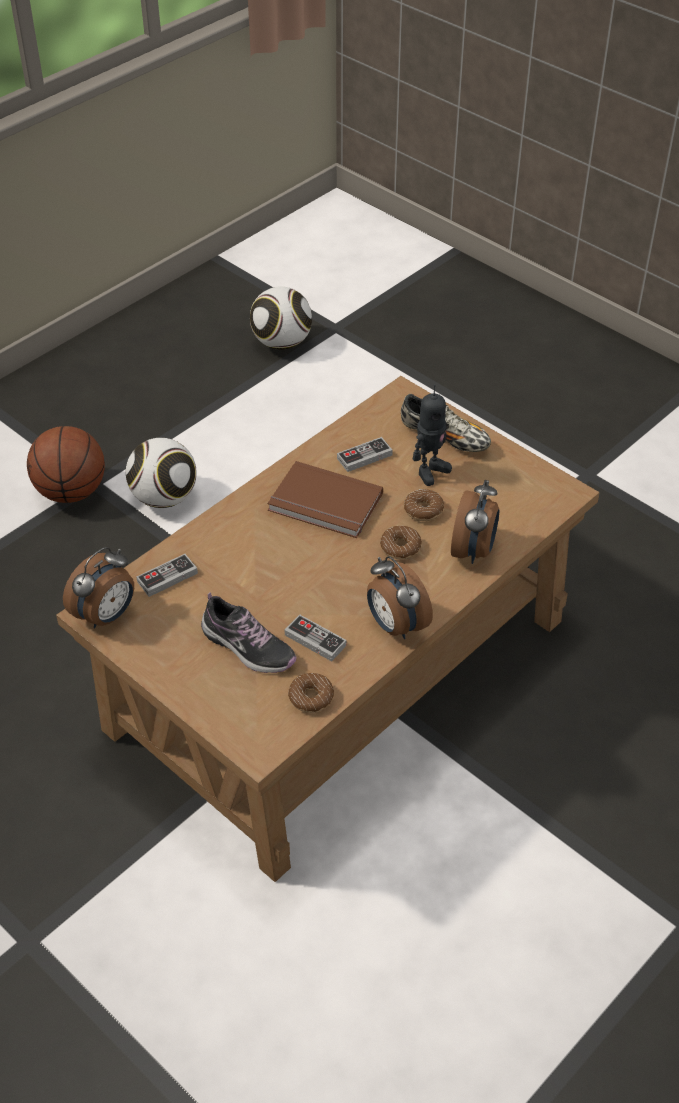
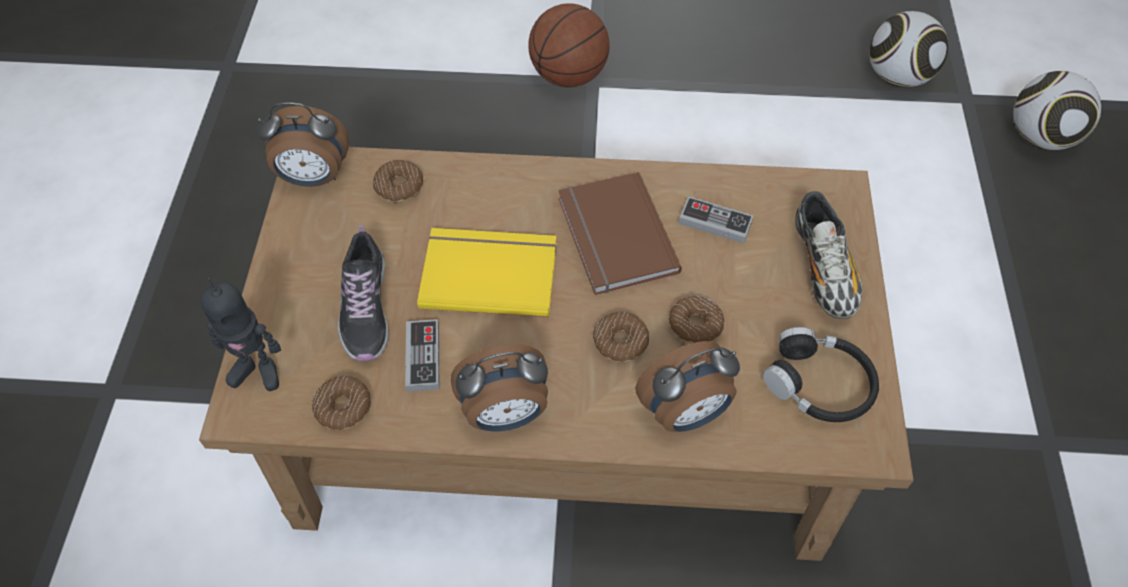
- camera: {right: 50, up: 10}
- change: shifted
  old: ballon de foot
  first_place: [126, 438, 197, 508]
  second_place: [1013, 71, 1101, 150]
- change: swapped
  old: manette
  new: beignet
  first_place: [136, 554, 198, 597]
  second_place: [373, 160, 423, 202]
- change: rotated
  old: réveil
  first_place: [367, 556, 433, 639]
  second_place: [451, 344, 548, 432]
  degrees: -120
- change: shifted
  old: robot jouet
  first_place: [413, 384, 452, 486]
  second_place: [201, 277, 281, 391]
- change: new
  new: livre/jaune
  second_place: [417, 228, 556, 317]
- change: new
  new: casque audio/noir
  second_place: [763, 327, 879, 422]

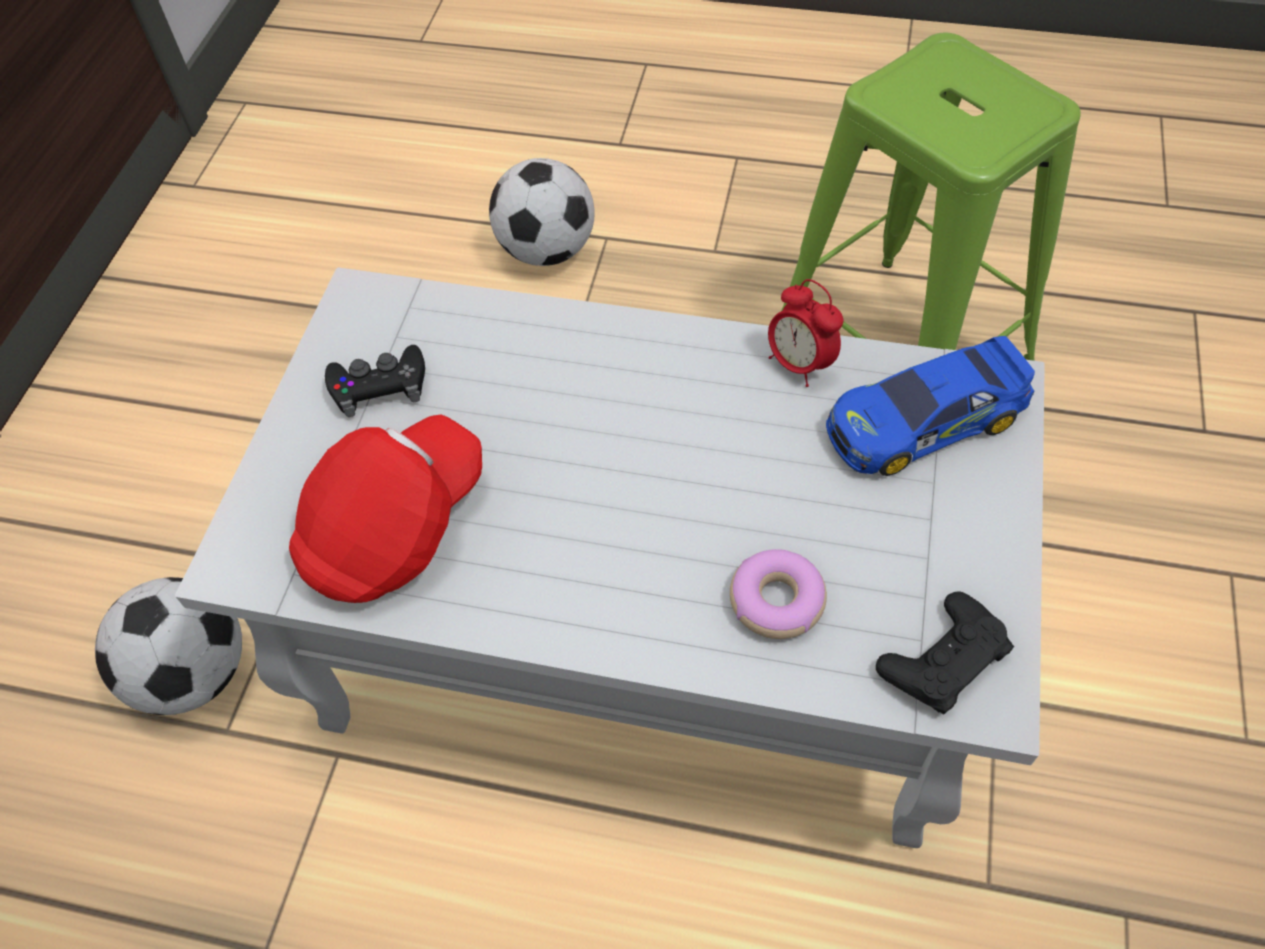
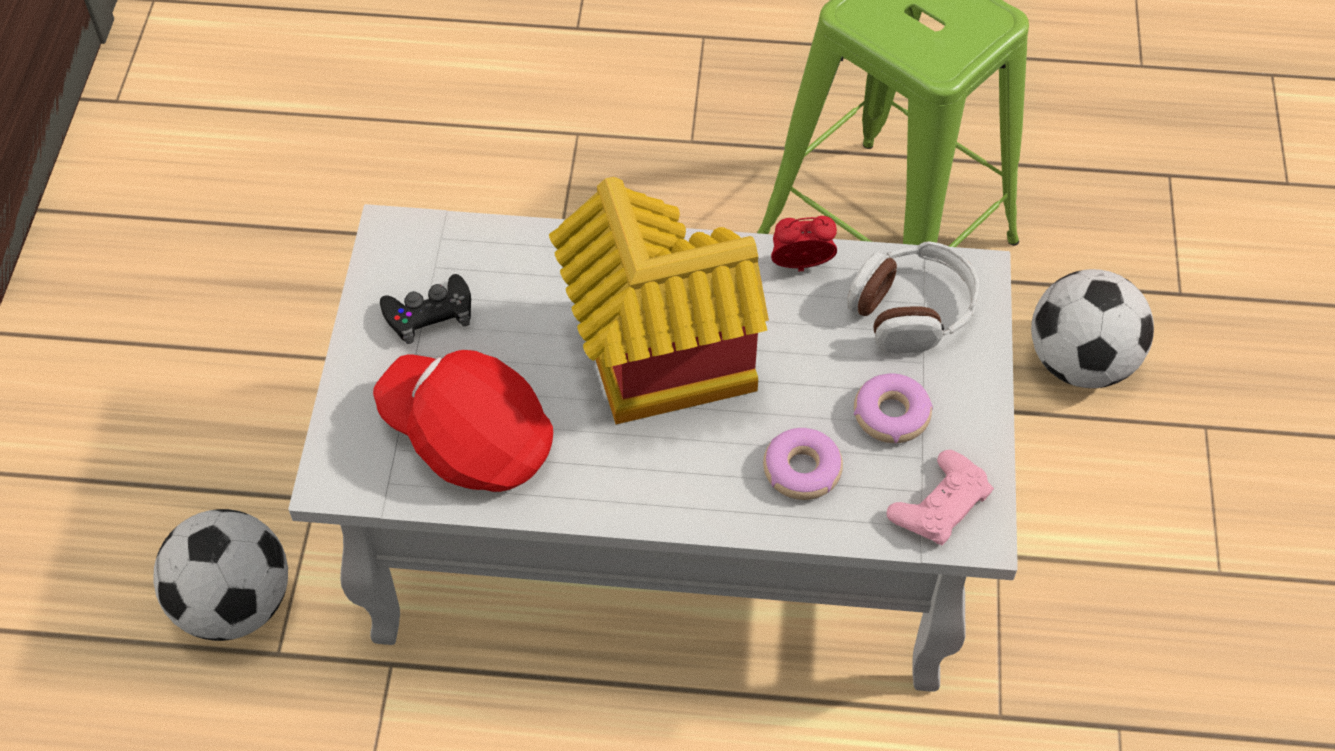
- camera: {right: -10, up: 0}
- change: rotated
  old: casquette/rouge
  first_place: [289, 414, 482, 603]
  second_place: [373, 350, 553, 492]
  degrees: -90
- change: shifted
  old: ballon de foot
  first_place: [489, 158, 595, 266]
  second_place: [1031, 269, 1154, 388]
- change: rotated
  old: réveil
  first_place: [768, 279, 843, 387]
  second_place: [771, 216, 837, 271]
  degrees: 135
- change: swapped
  old: petite voiture
  new: casque audio
  first_place: [826, 336, 1035, 476]
  second_place: [847, 241, 980, 354]
- change: repainted
  old: manette/noir
  new: manette/rose
  first_place: [876, 591, 1014, 715]
  second_place: [887, 450, 994, 545]
- change: new
  new: maison miniature
  second_place: [549, 177, 769, 425]
- change: new
  new: beignet
  second_place: [854, 373, 933, 443]

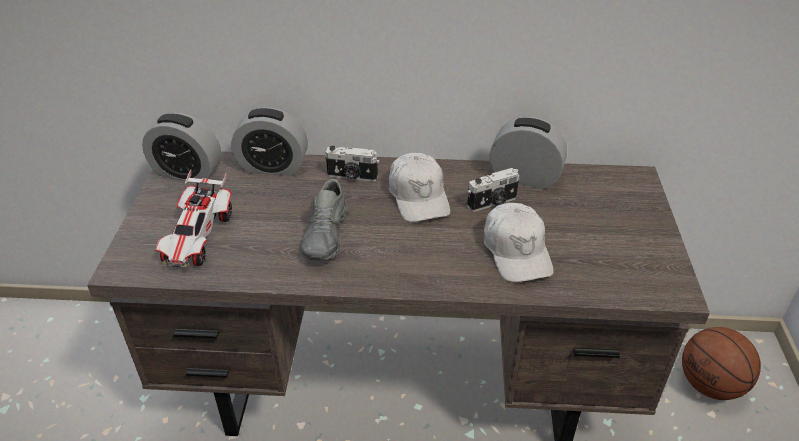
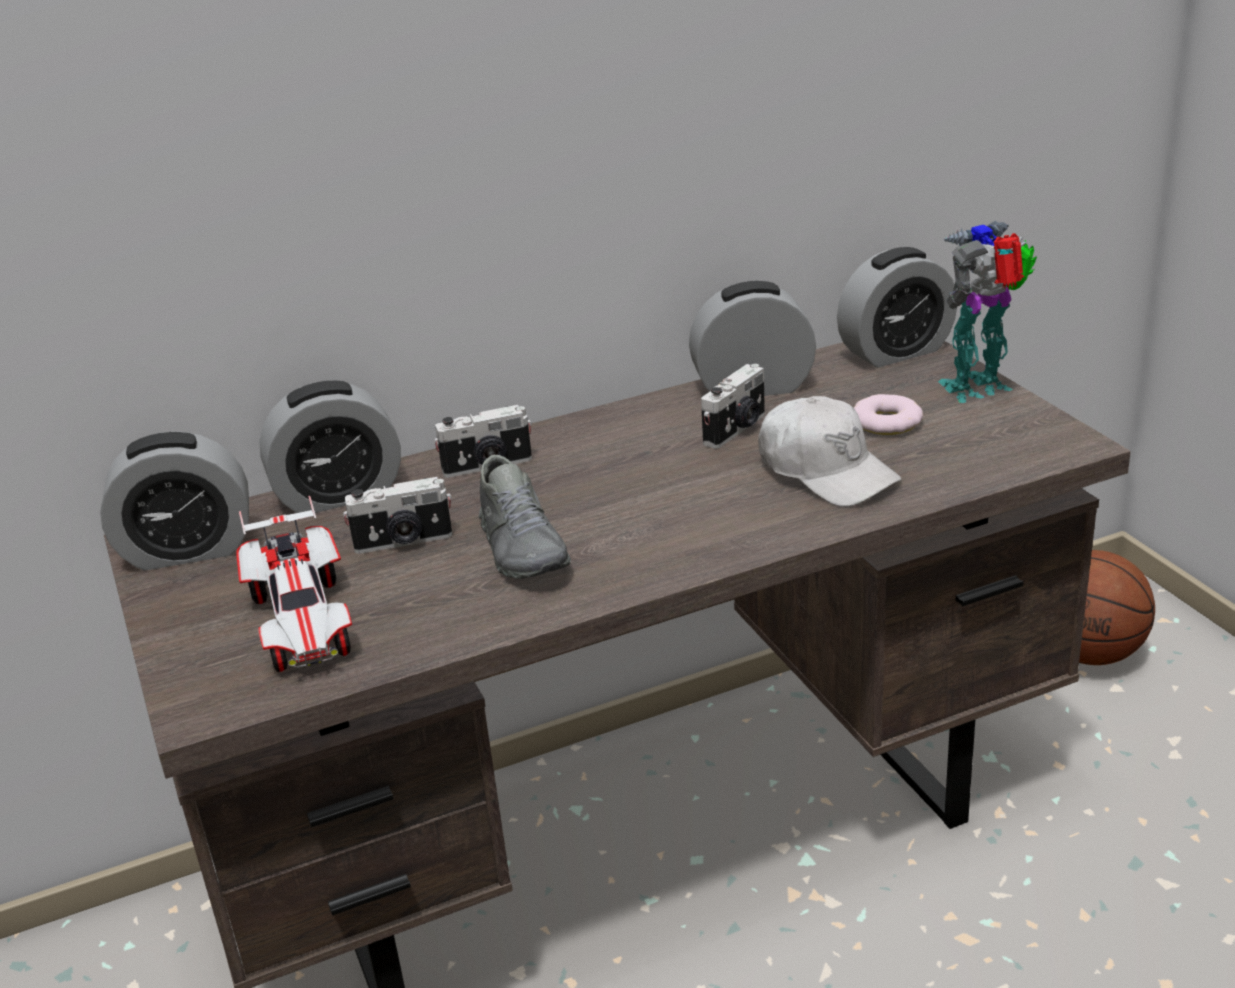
- camera: {right: -25, up: -10}
- change: gone
  old: casquette/blanc
  first_place: [389, 153, 450, 222]
- change: new
  new: appareil photo
  second_place: [343, 477, 452, 554]
- change: new
  new: réveil
  second_place: [837, 247, 957, 368]
- change: new
  new: beignet
  second_place: [854, 394, 923, 435]
- change: new
  new: robot jouet
  second_place: [938, 221, 1037, 403]

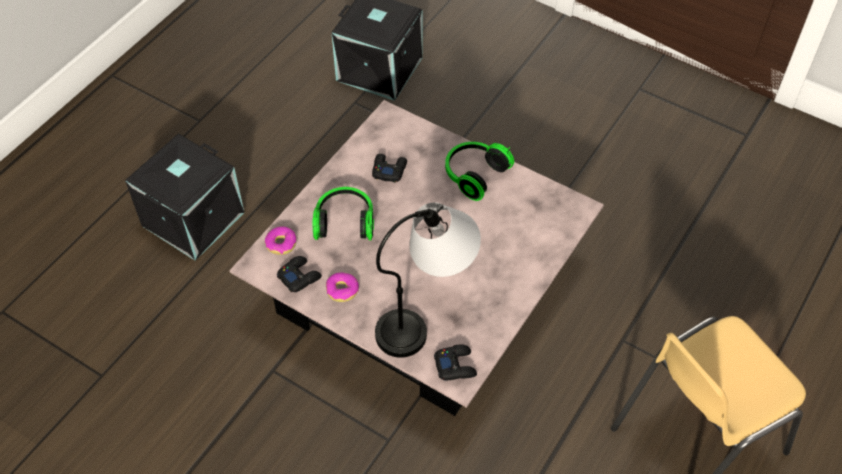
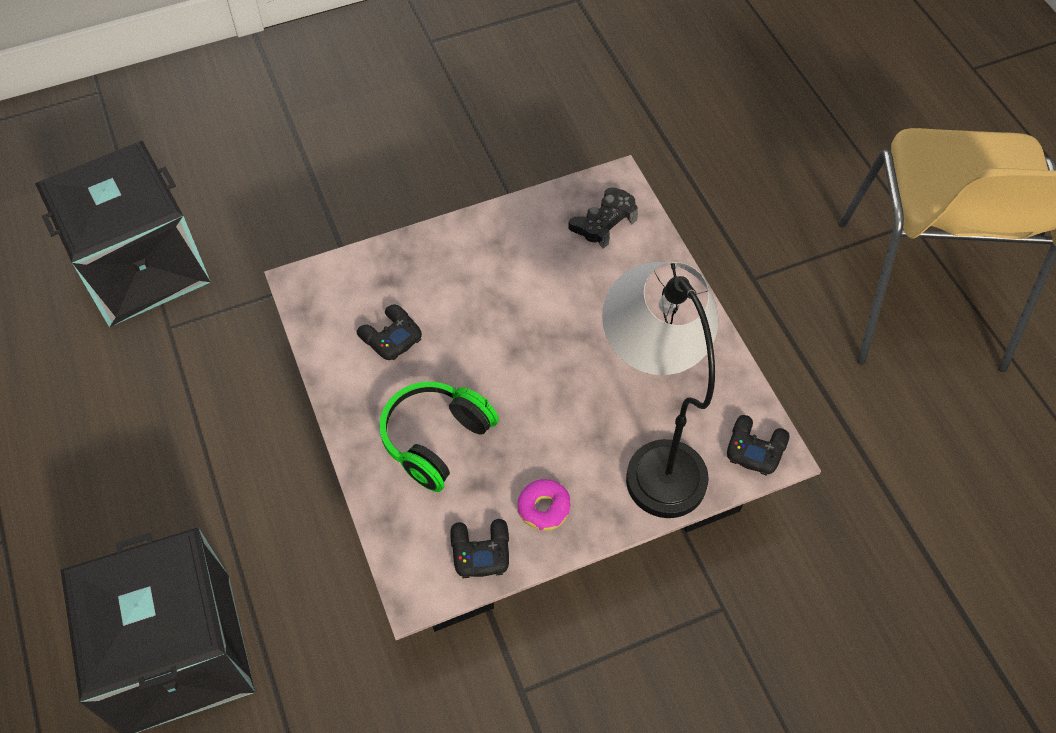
- camera: {right: -55, up: 5}
- change: gone
  old: beignet
  first_place: [265, 226, 296, 255]
- change: gone
  old: casque audio
  first_place: [445, 142, 514, 201]
- change: new
  new: manette/noir
  second_place: [568, 187, 638, 249]

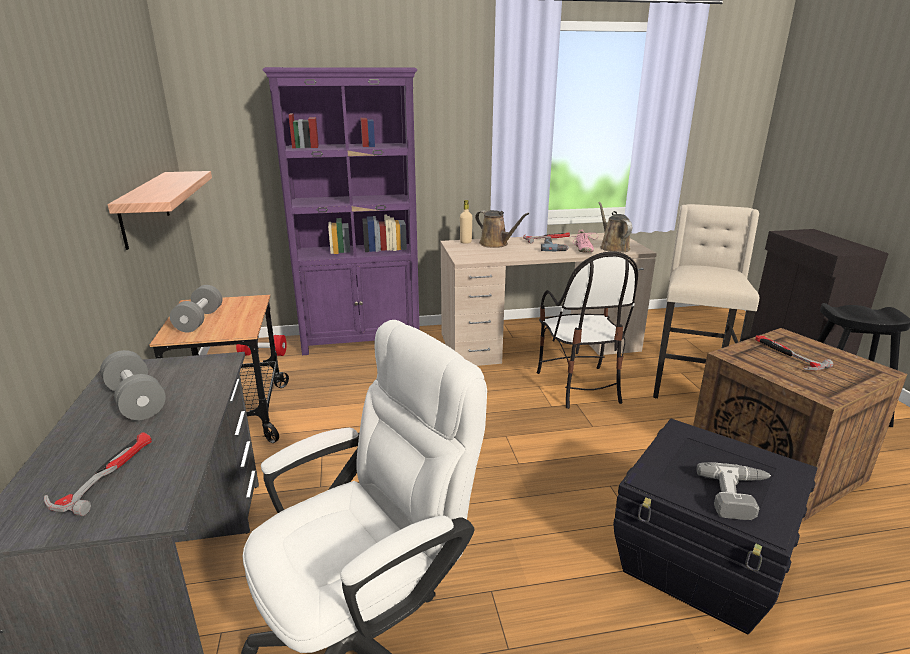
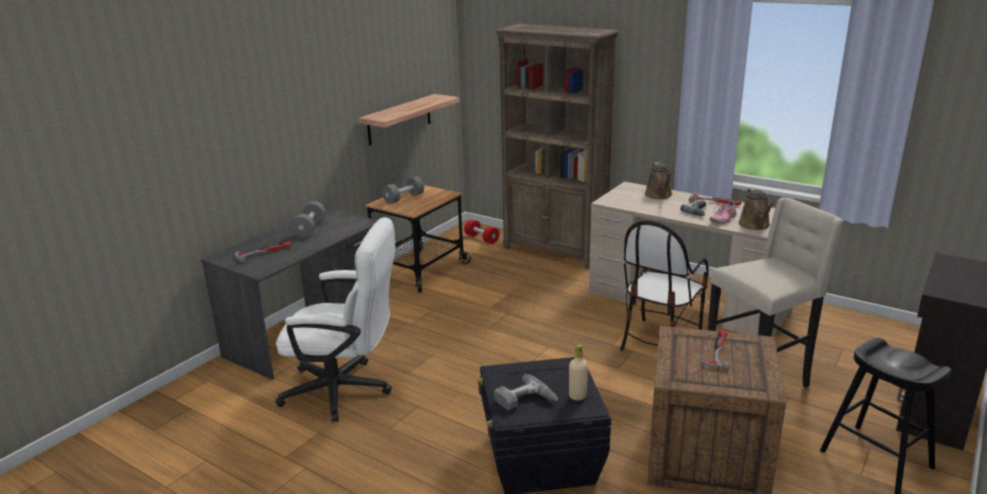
- camera: {right: 45, up: 0}
- change: repainted
  old: bibliothèque/violet
  new: bibliothèque/marron
  first_place: [263, 67, 420, 355]
  second_place: [495, 24, 619, 269]
- change: shifted
  old: bouteille/beige
  first_place: [460, 200, 472, 244]
  second_place: [569, 344, 588, 400]
- change: rotated
  old: arrosoir/marron
  first_place: [598, 202, 632, 253]
  second_place: [738, 188, 775, 230]
  degrees: 150

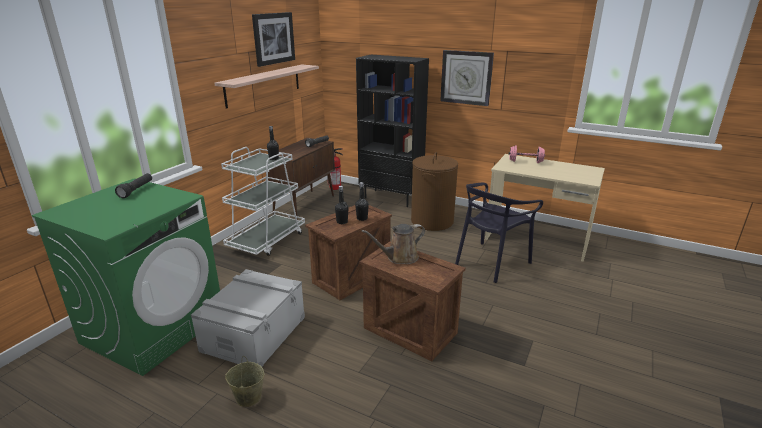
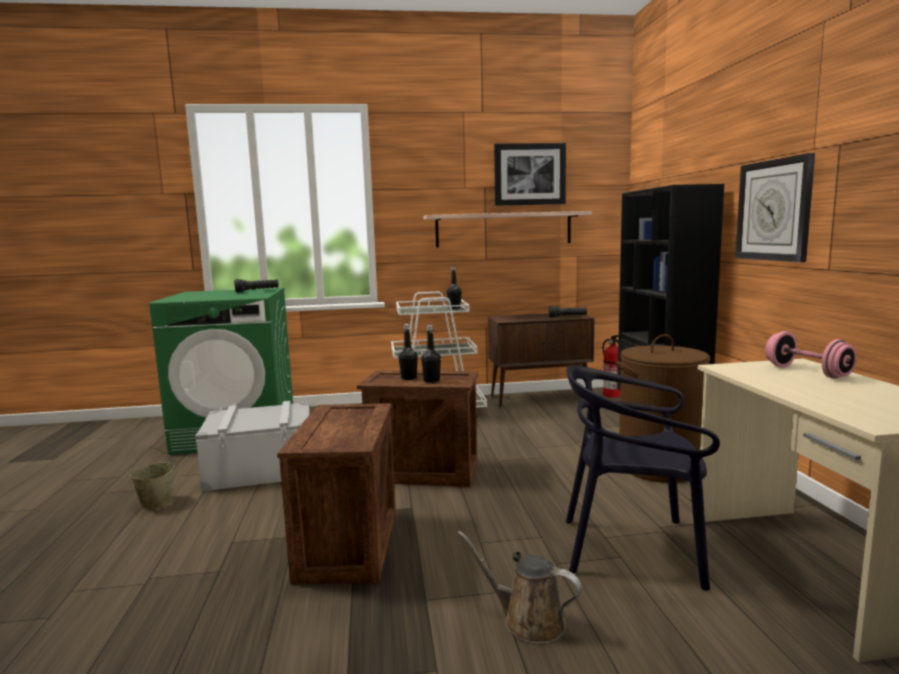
- camera: {right: 55, up: -15}
- change: shifted
  old: arrosoir/marron
  first_place: [362, 224, 425, 264]
  second_place: [457, 531, 582, 644]

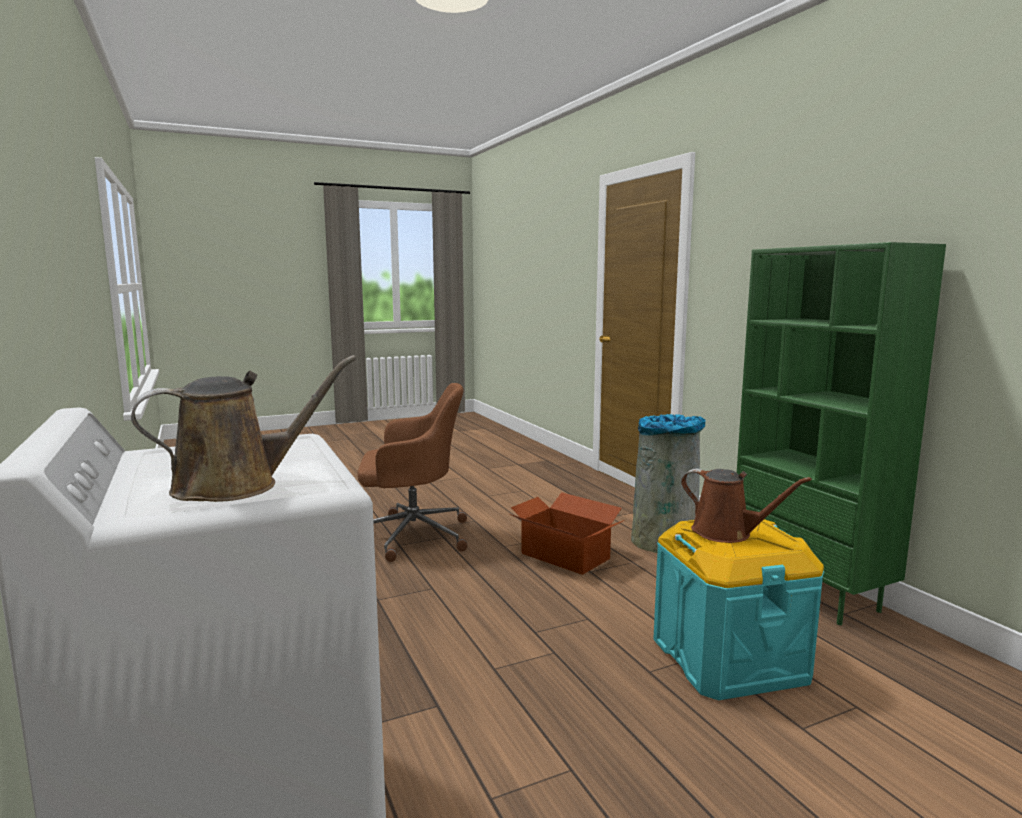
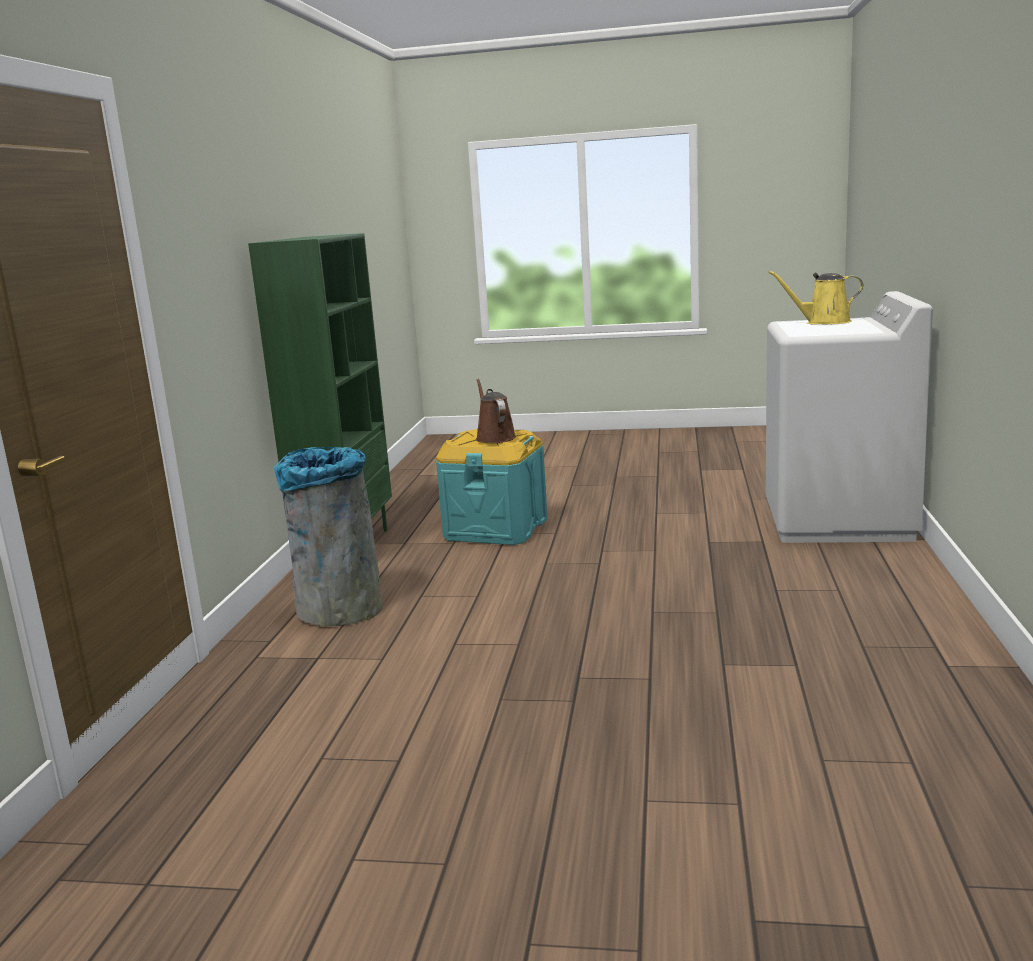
- camera: {right: -145, up: 5}
- change: repainted
  old: arrosoir/marron
  new: arrosoir/jaune
  first_place: [131, 355, 356, 502]
  second_place: [768, 271, 863, 325]
- change: gone
  old: chaise de bureau/marron
  first_place: [358, 383, 467, 562]
- change: gone
  old: carton
  first_place: [510, 492, 625, 575]

